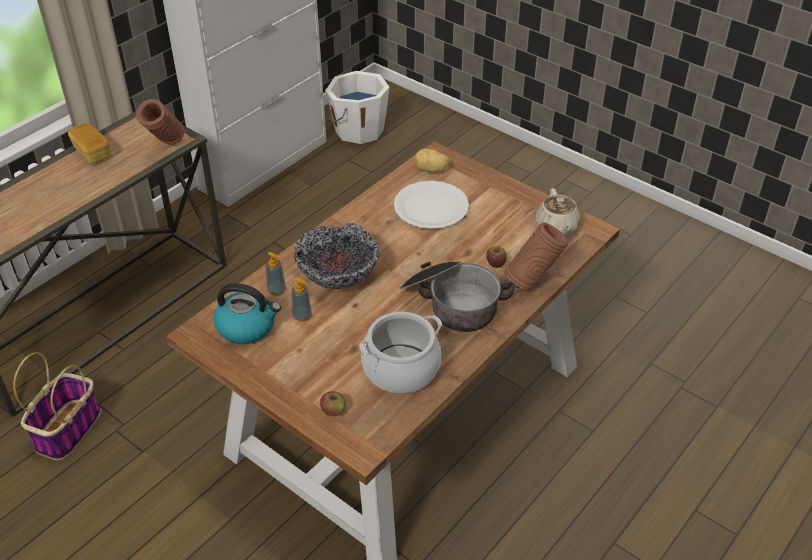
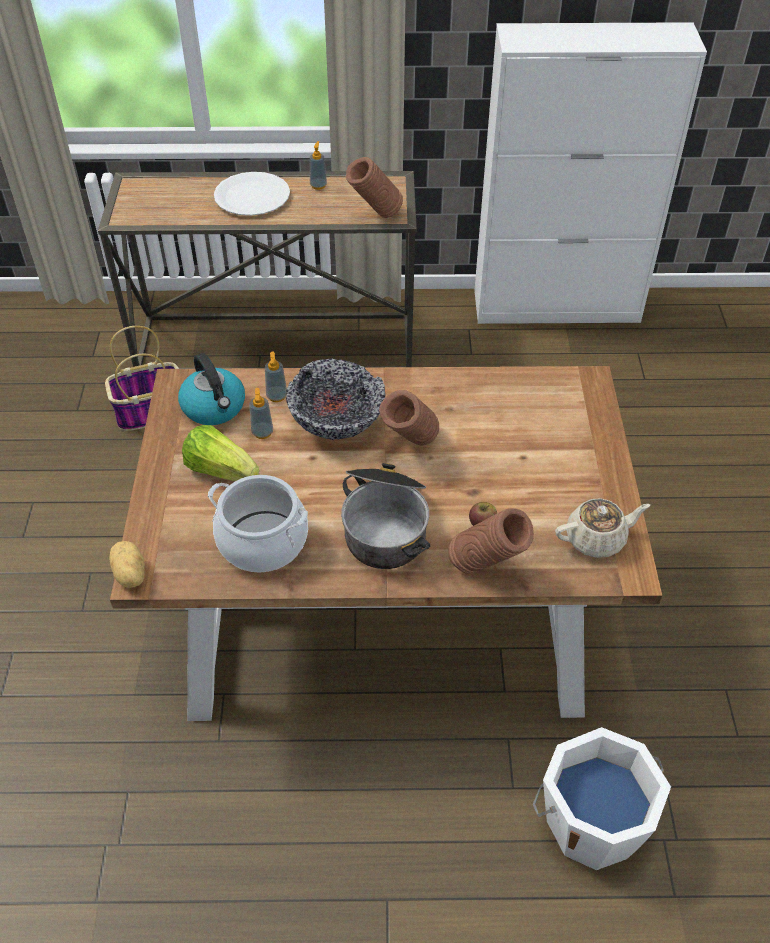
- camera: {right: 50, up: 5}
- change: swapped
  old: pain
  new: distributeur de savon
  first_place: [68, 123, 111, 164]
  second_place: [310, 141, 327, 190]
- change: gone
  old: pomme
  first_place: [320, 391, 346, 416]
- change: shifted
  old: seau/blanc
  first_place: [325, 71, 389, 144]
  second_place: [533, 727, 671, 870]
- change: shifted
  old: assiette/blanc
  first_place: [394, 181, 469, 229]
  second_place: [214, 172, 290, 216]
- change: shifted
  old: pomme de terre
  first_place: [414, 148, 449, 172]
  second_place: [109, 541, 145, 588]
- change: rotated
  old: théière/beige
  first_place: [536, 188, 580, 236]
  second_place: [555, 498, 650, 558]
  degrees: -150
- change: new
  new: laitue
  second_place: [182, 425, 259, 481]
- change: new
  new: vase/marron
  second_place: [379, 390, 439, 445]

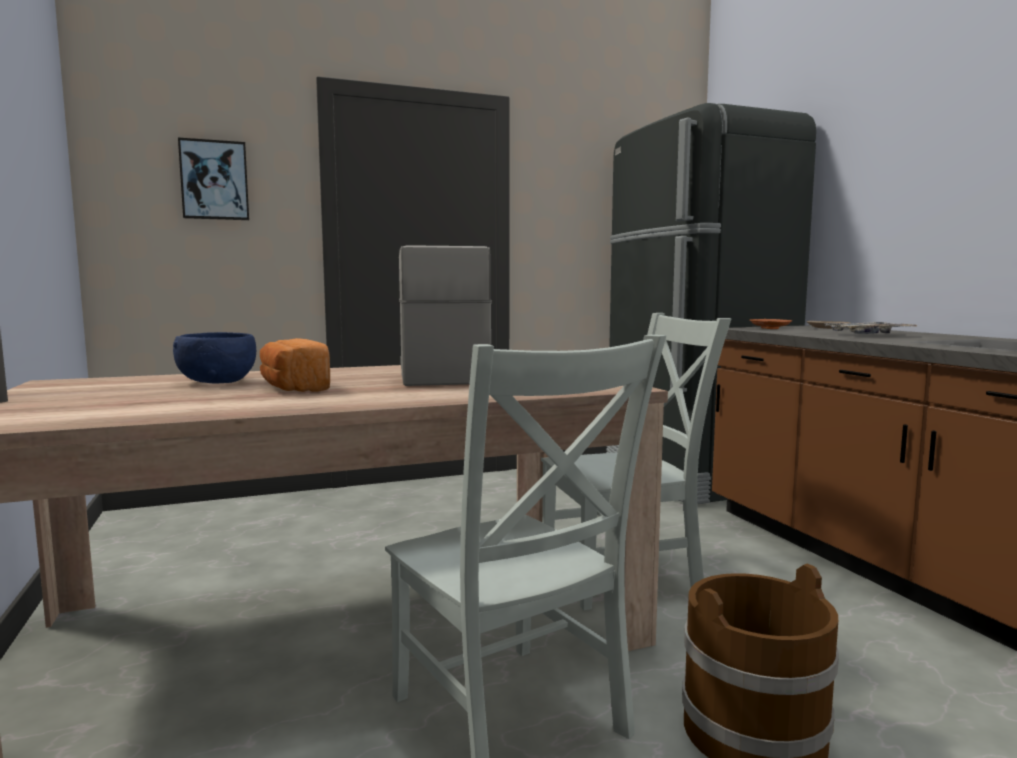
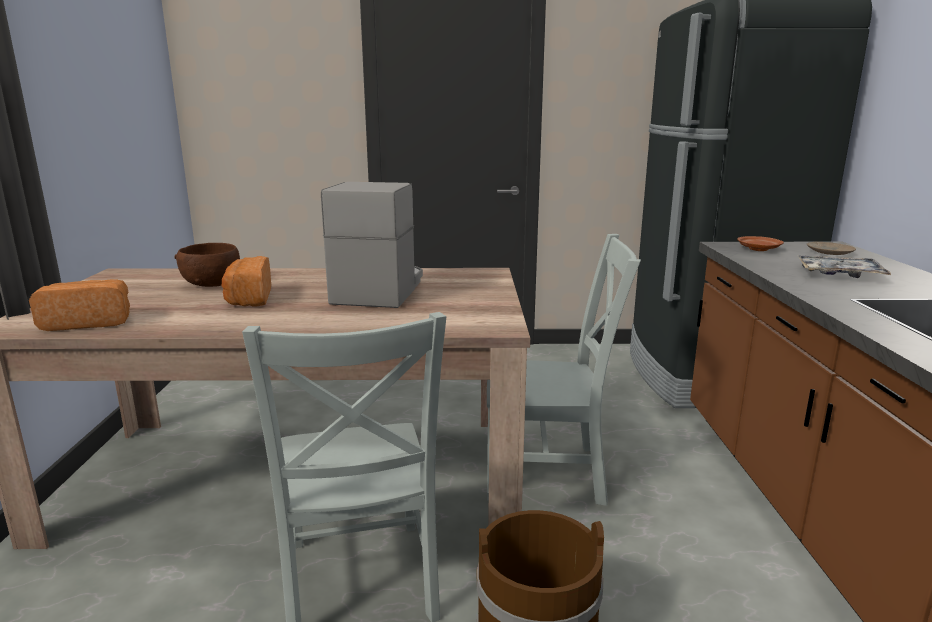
- camera: {right: 20, up: 10}
- change: repainted
  old: bol/bleu
  new: bol/marron
  first_place: [173, 332, 256, 383]
  second_place: [174, 243, 240, 287]
- change: gone
  old: tableau
  first_place: [178, 137, 249, 220]
- change: new
  new: pain
  second_place: [29, 279, 130, 331]

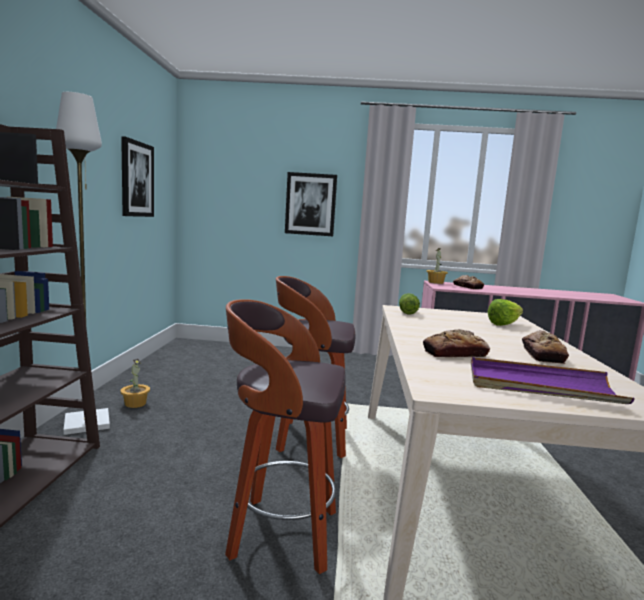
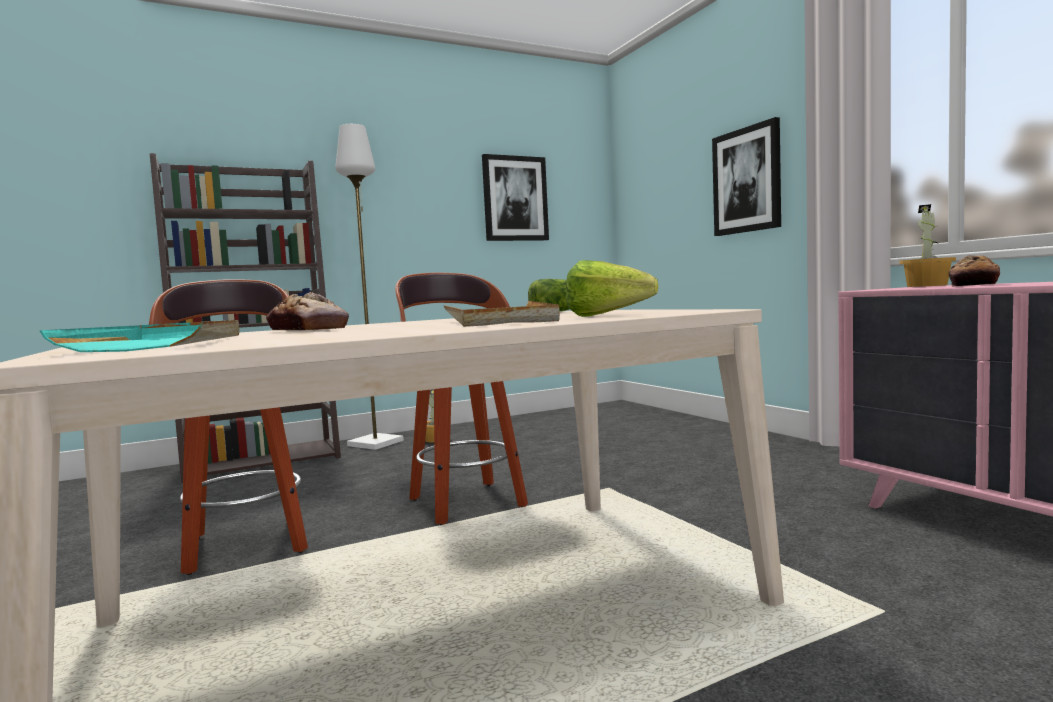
- camera: {right: 60, up: -5}
- change: repainted
  old: plateau/violet
  new: plateau/turquoise
  first_place: [471, 357, 635, 404]
  second_place: [40, 320, 239, 352]
- change: gone
  old: pain
  first_place: [522, 330, 569, 364]
- change: new
  new: plateau/beige
  second_place: [443, 301, 560, 327]

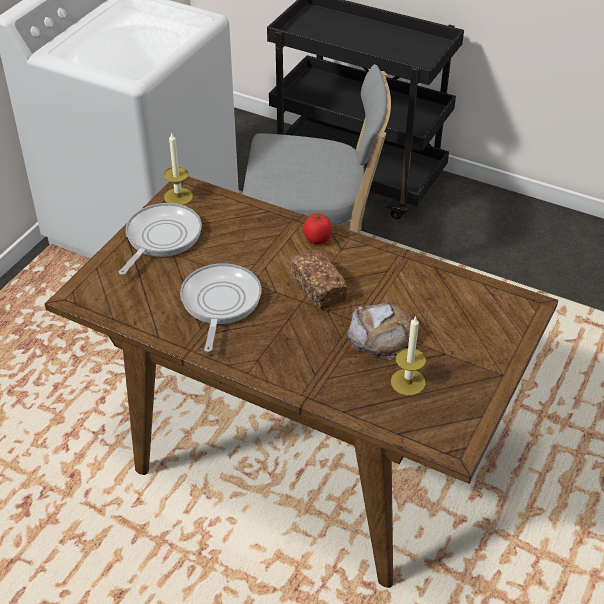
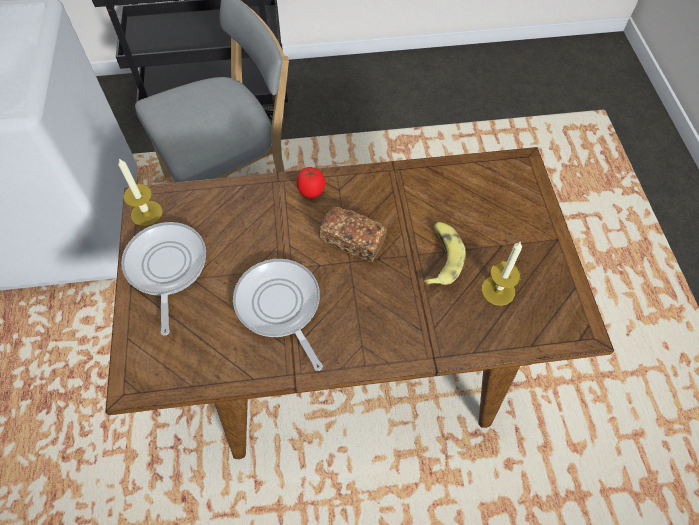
- camera: {right: -35, up: 15}
- change: swapped
  old: pain
  new: banane
  first_place: [346, 302, 413, 360]
  second_place: [424, 222, 466, 285]

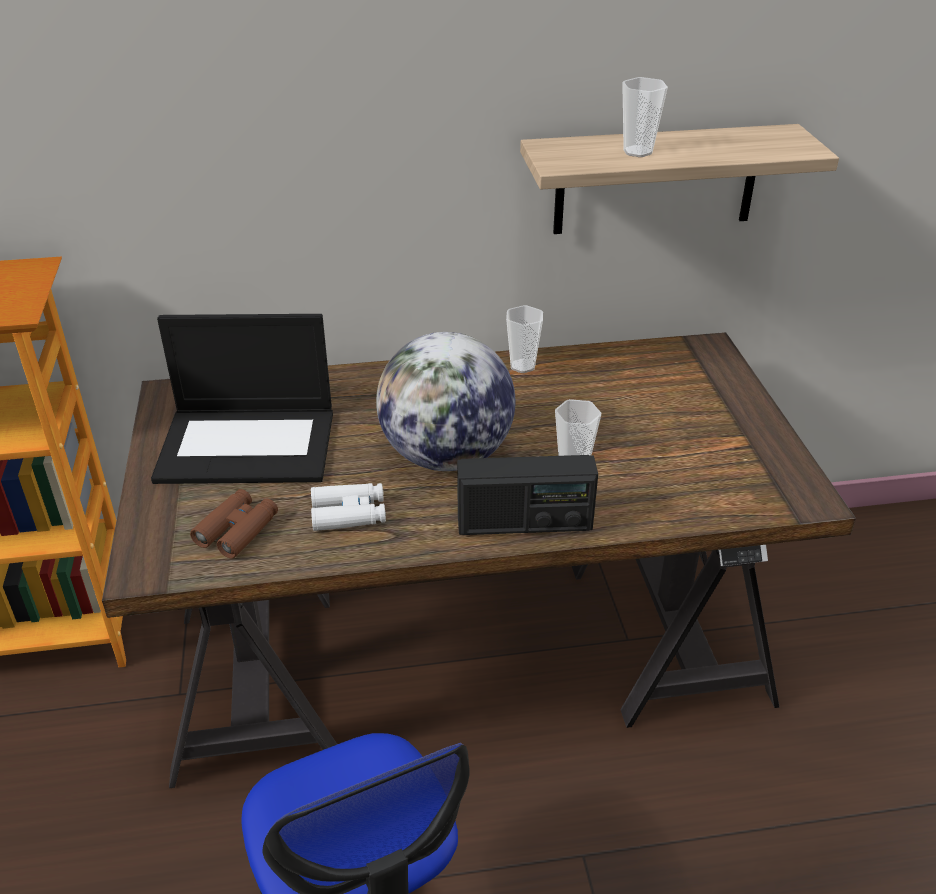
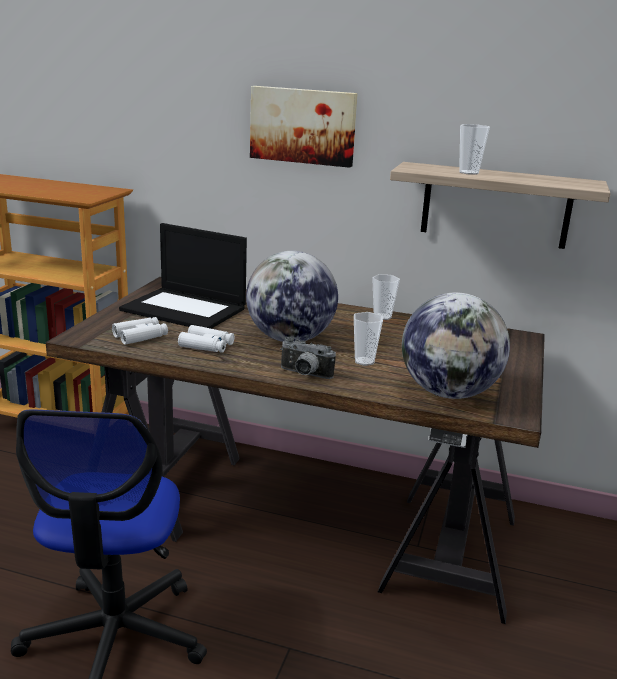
- camera: {right: 25, up: -15}
- change: repainted
  old: jumelles/marron
  new: jumelles/blanc
  first_place: [190, 489, 278, 558]
  second_place: [112, 317, 168, 345]
- change: swapped
  old: radio
  new: appareil photo
  first_place: [457, 455, 598, 535]
  second_place: [280, 337, 336, 379]
- change: new
  new: tableau
  second_place: [250, 86, 358, 168]
- change: new
  new: globe
  second_place: [402, 292, 510, 399]

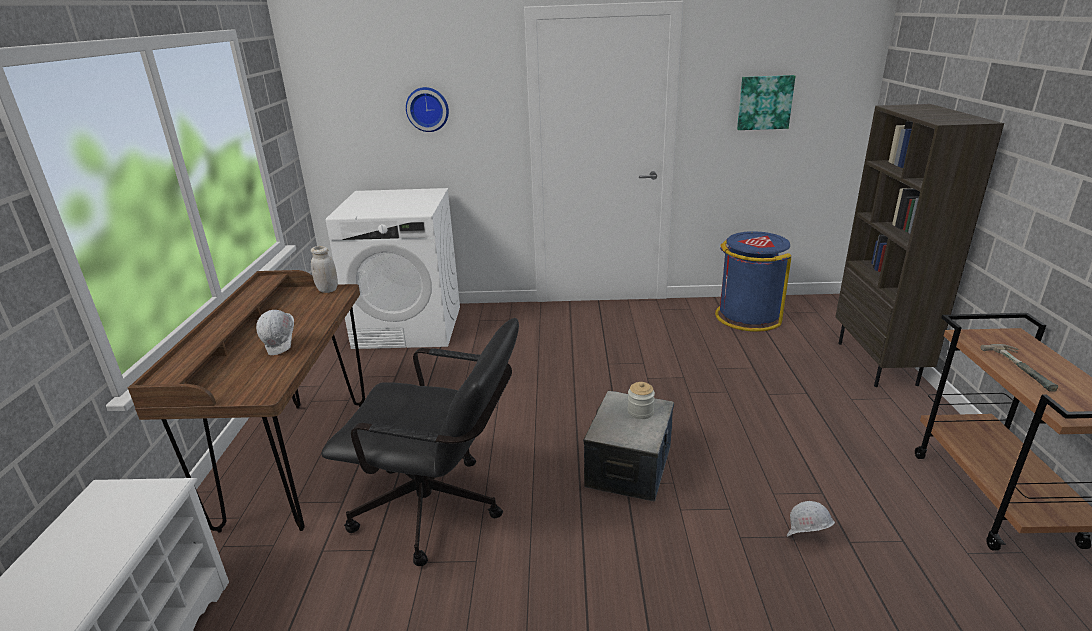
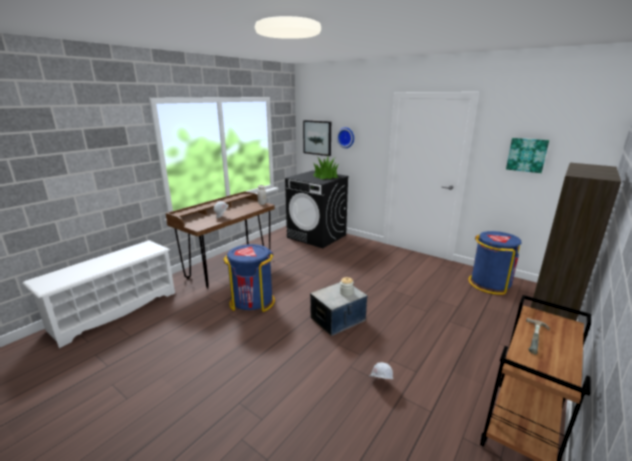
- camera: {right: 35, up: -5}
- change: swapped
  old: chaise de bureau/noir
  new: poubelle/bleu
  first_place: [321, 318, 519, 566]
  second_place: [224, 244, 275, 312]
- change: repainted
  old: lave-linge/blanc
  new: lave-linge/noir
  first_place: [326, 188, 460, 349]
  second_place: [285, 170, 349, 248]
- change: new
  new: tableau
  second_place: [303, 120, 331, 156]
- change: new
  new: plante en pot
  second_place: [313, 157, 338, 179]

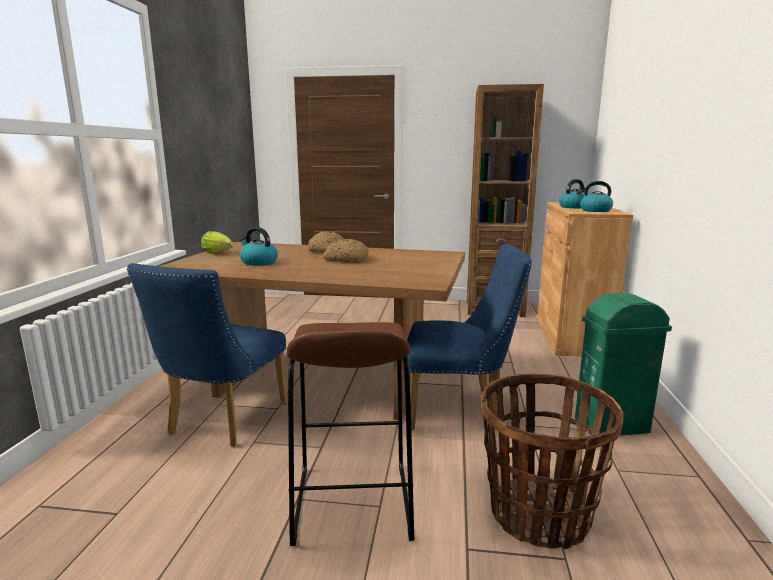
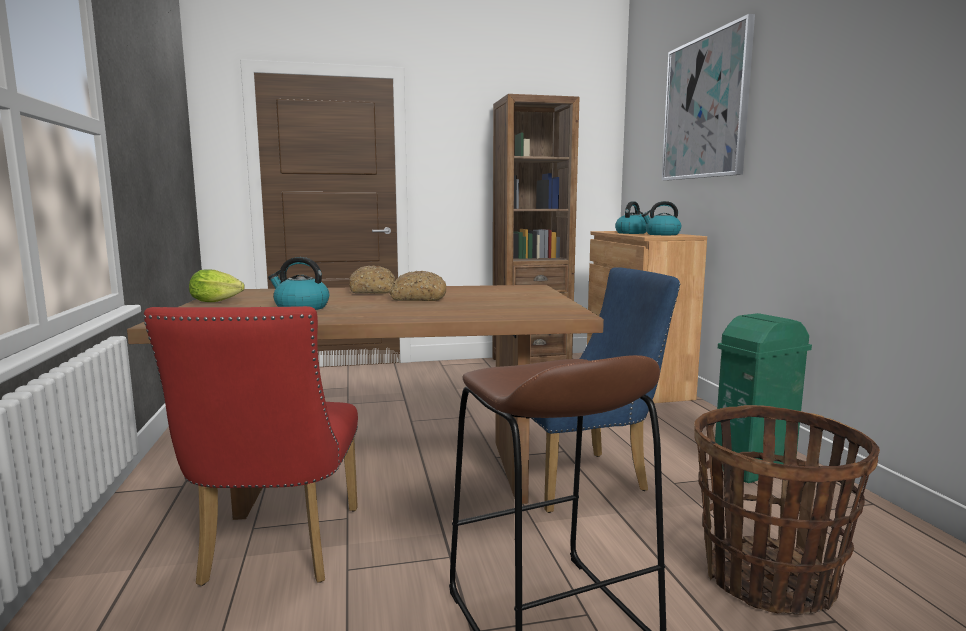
- camera: {right: -20, up: -5}
- change: repainted
  old: chaise/bleu
  new: chaise/rouge
  first_place: [127, 263, 287, 447]
  second_place: [144, 306, 358, 586]
- change: new
  new: tableau
  second_place: [662, 14, 755, 181]

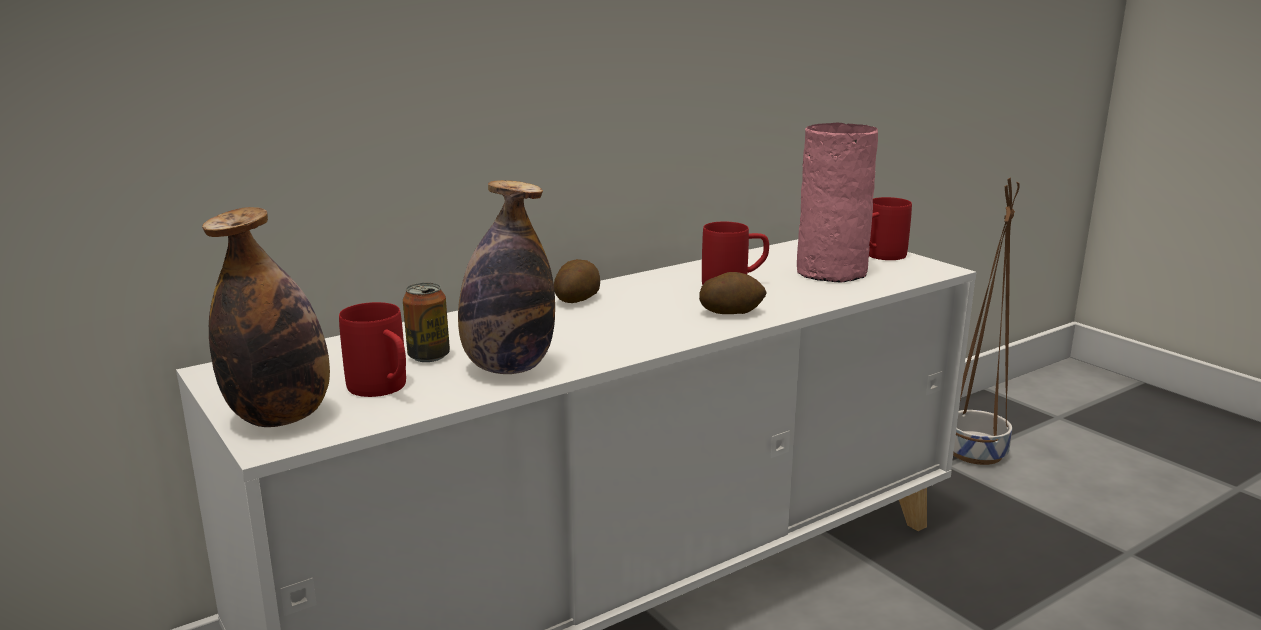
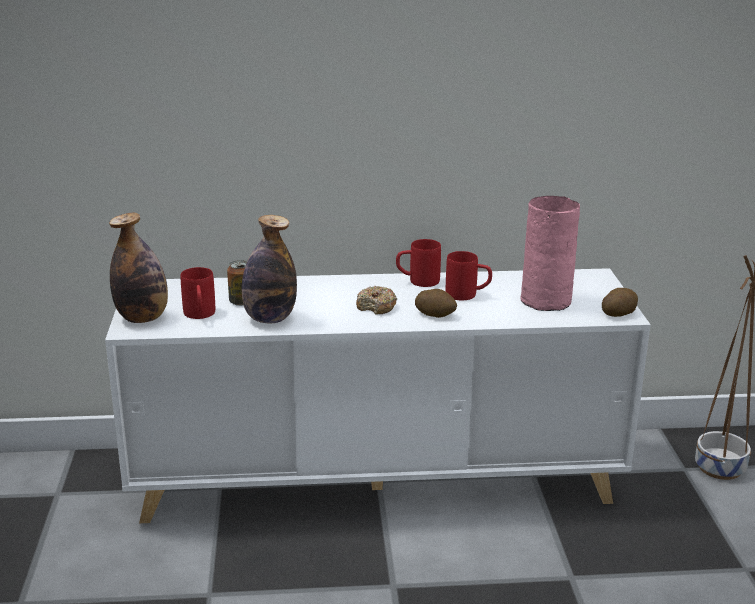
- camera: {right: 30, up: 5}
- change: shifted
  old: pomme de terre
  first_place: [554, 259, 600, 303]
  second_place: [602, 288, 638, 317]
- change: shifted
  old: mug/rouge
  first_place: [869, 197, 912, 260]
  second_place: [396, 239, 441, 287]
- change: new
  new: beignet
  second_place: [356, 286, 397, 315]

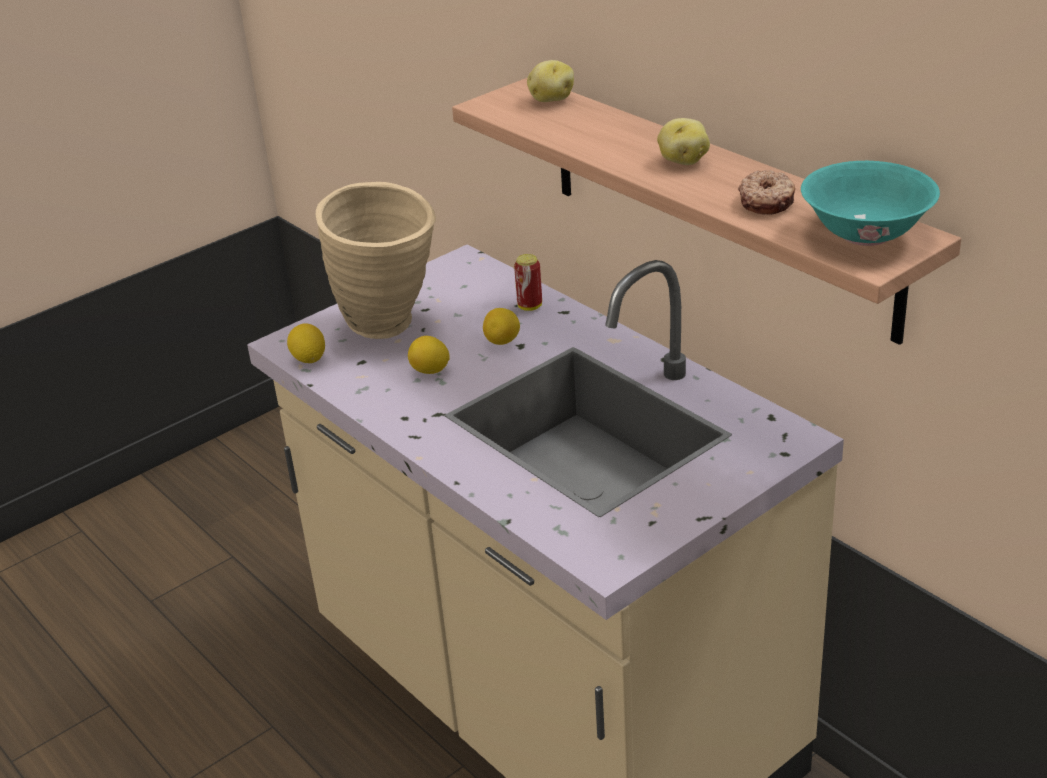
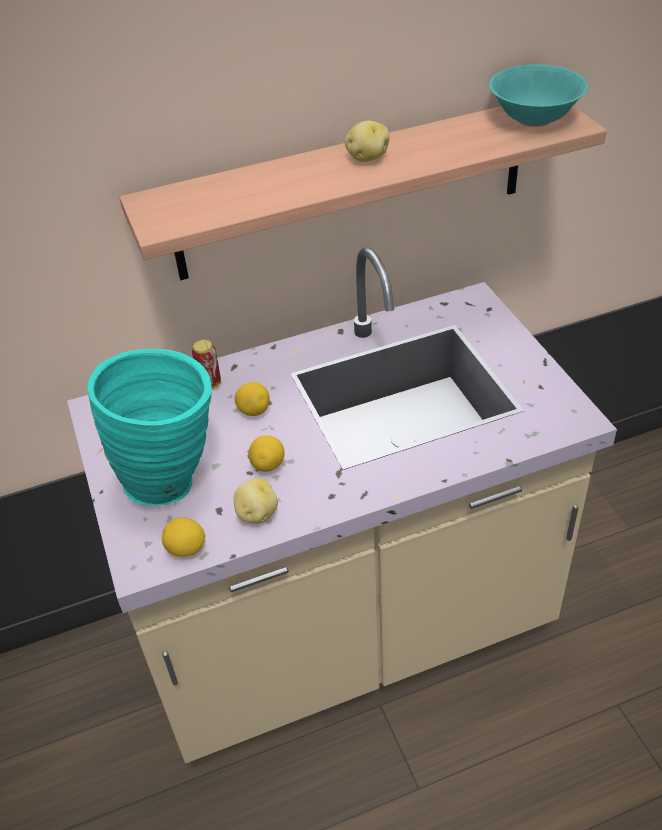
- camera: {right: -70, up: 10}
- change: repainted
  old: vase/beige
  new: vase/turquoise
  first_place: [316, 182, 436, 339]
  second_place: [87, 349, 212, 506]
- change: shifted
  old: pomme de terre
  first_place: [527, 60, 574, 102]
  second_place: [234, 478, 278, 524]
- change: gone
  old: beignet
  first_place: [738, 170, 795, 215]

